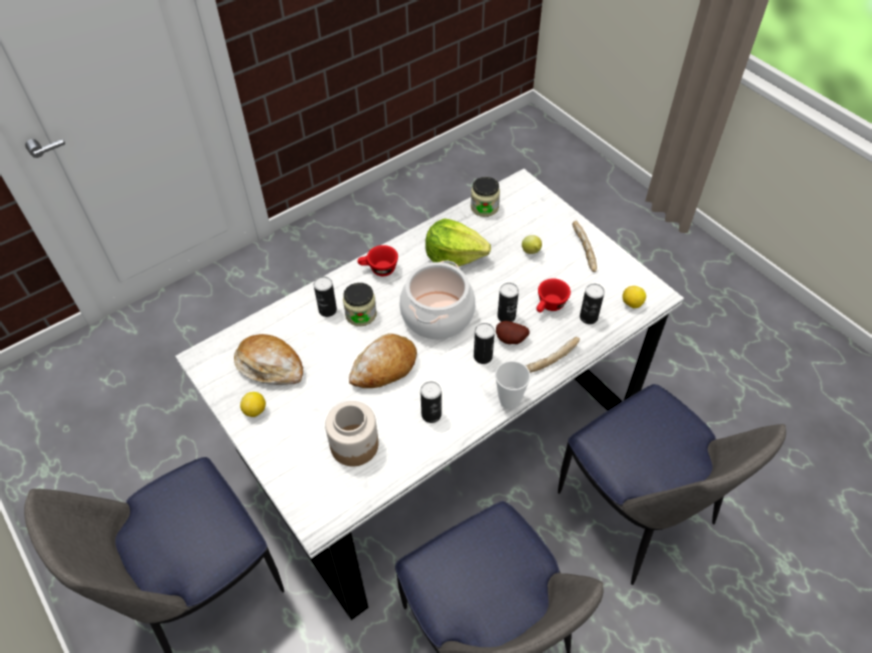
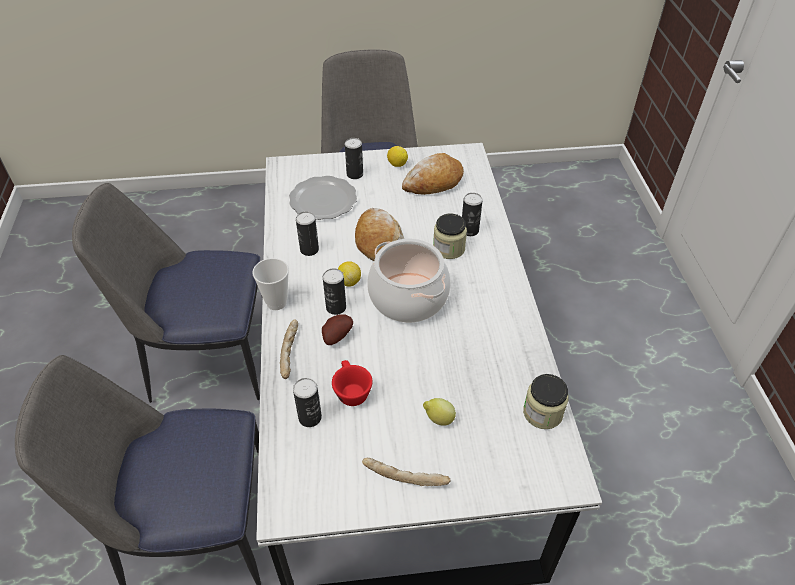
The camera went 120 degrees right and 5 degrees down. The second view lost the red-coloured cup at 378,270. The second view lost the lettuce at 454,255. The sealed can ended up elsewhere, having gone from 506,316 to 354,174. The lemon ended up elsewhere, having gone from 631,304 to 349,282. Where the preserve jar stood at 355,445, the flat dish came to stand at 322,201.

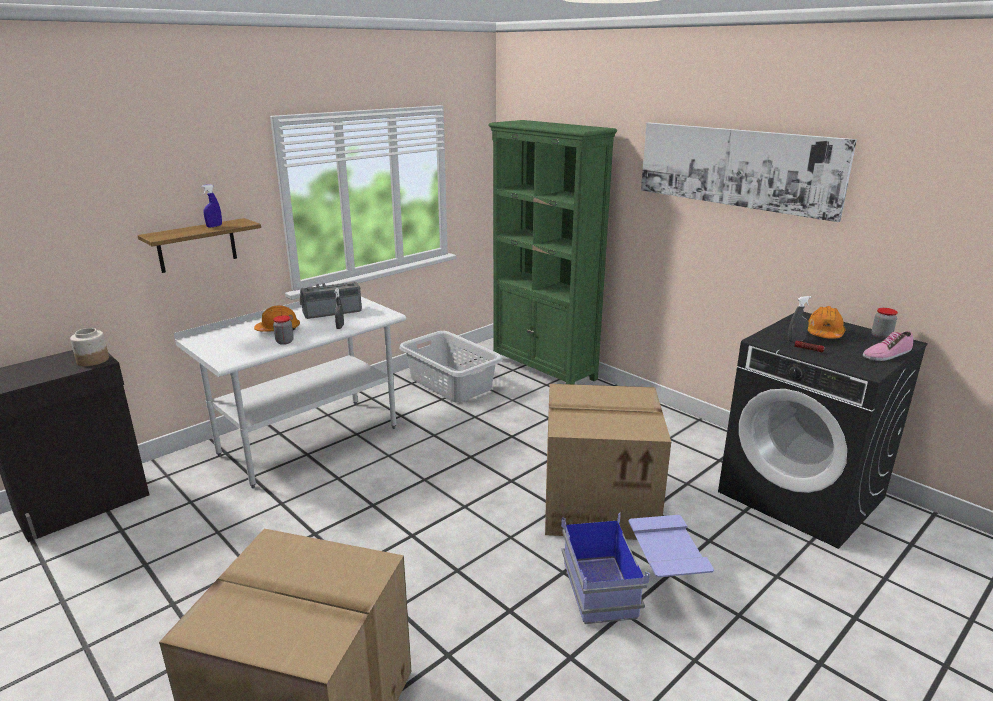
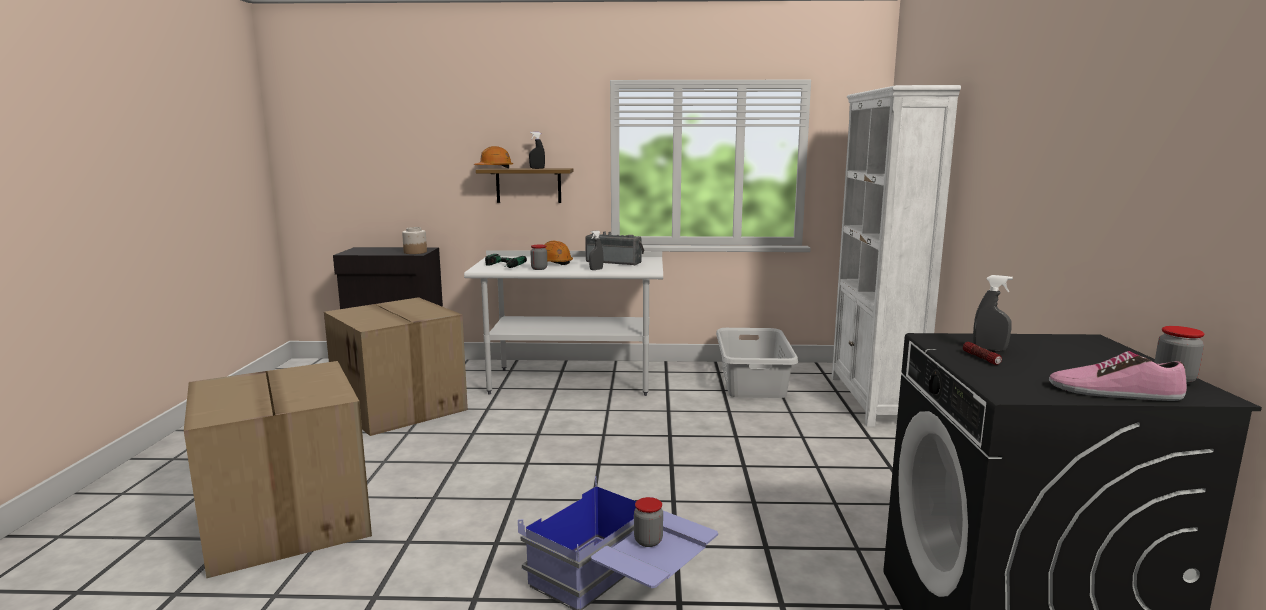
The camera went 45 degrees right and 10 degrees down. The second view lost the wall picture at 736,167. The second view gained the electric drill at 501,266. The second view gained the preserve jar at 648,541. The cardboard box ended up elsewhere, having gone from 600,502 to 402,408. The orange safety helmet ended up elsewhere, having gone from 823,333 to 494,168. What was the bluish hand sprayer at 214,226 turned into the black-coloured hand sprayer at 537,168. What was the greenish bookcase at 544,369 turned into the white-coloured bookcase at 874,400.

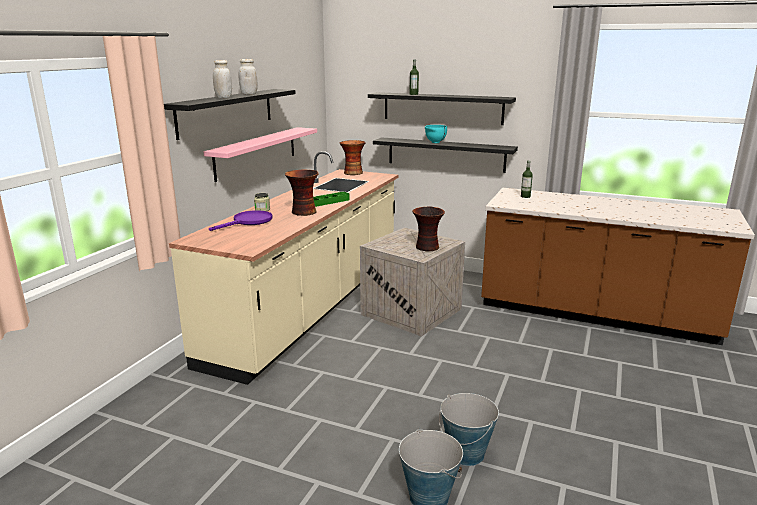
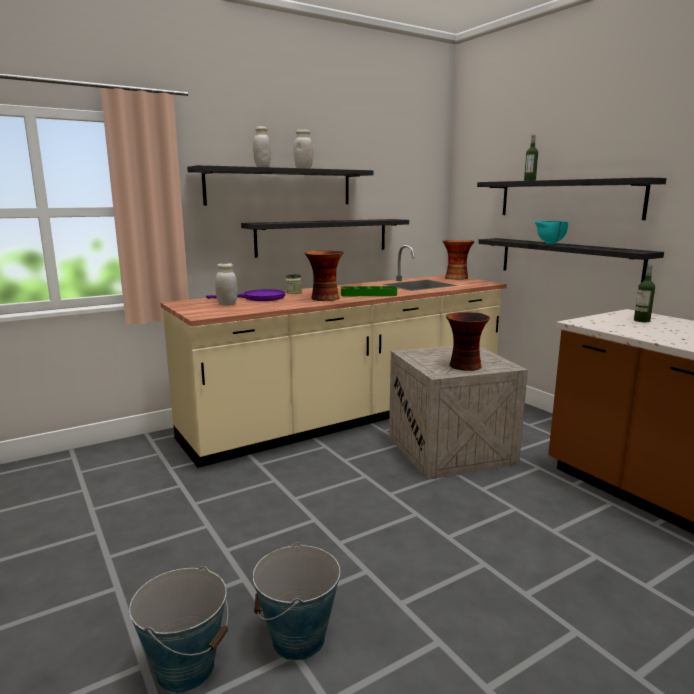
The camera went 35 degrees right and 5 degrees down. The second view gained the white-coloured preserve jar at 227,304. What was the pink-coloured bracket shelf at 256,152 turned into the black-coloured bracket shelf at 323,237.

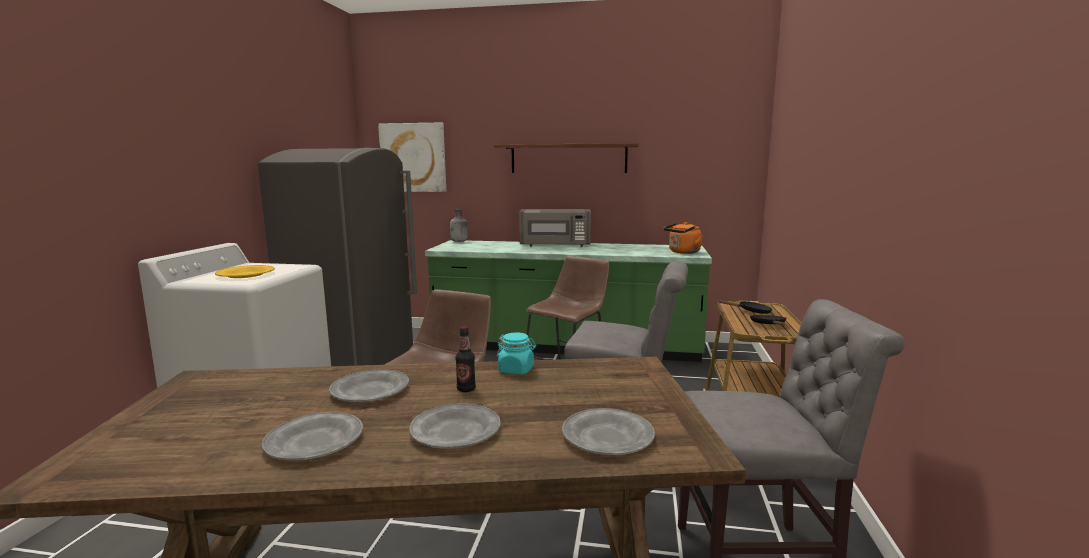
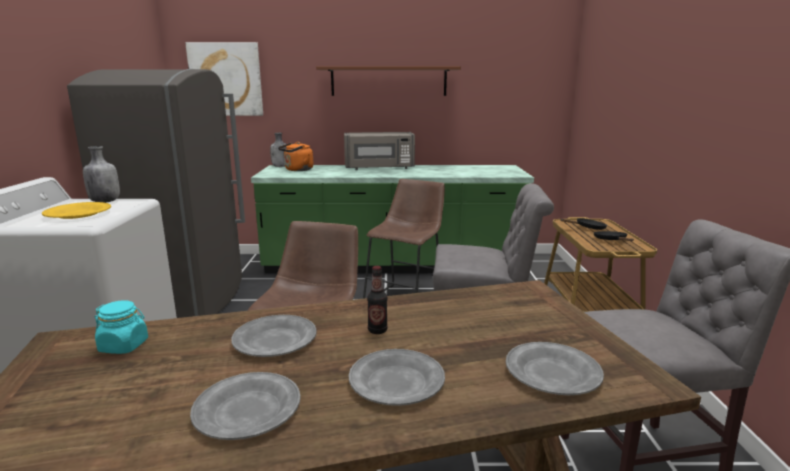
The camera went 10 degrees left and 5 degrees up. The second view gained the grey drink bottle at 105,201. The blue-green preserve jar ended up elsewhere, having gone from 516,370 to 124,346. The orange kettle ended up elsewhere, having gone from 683,252 to 297,170.

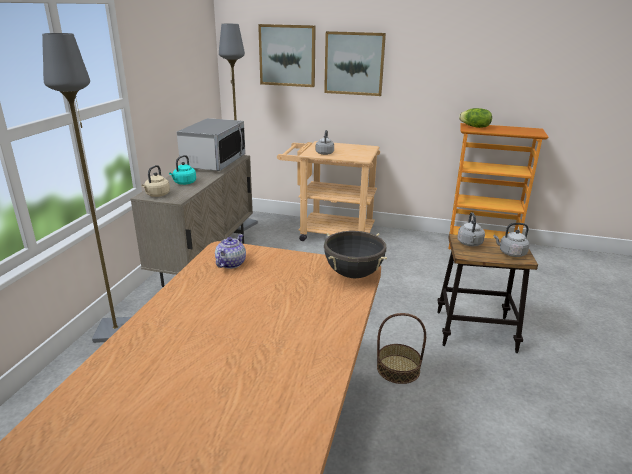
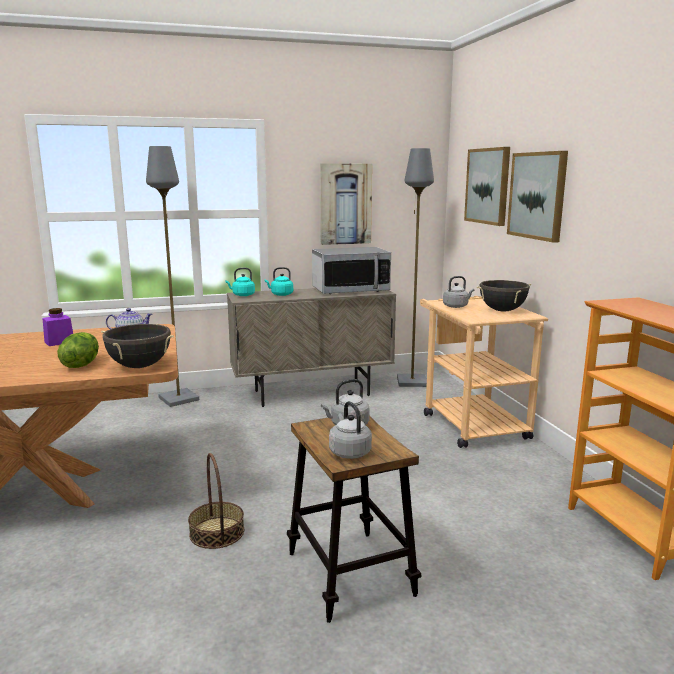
The camera went 60 degrees right and 10 degrees down. The second view gained the purplish preserve jar at 59,342. The second view gained the wall picture at 345,204. The second view gained the black-coloured stockpot at 502,310. The lettuce ended up elsewhere, having gone from 475,127 to 81,364. What was the beige-coloured kettle at 157,195 turned into the blue-green kettle at 242,295.

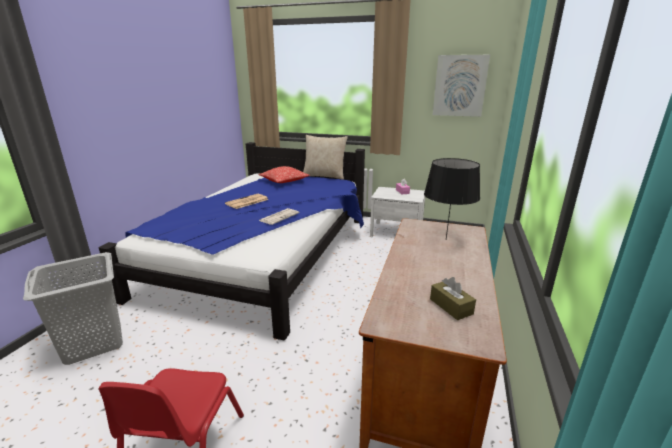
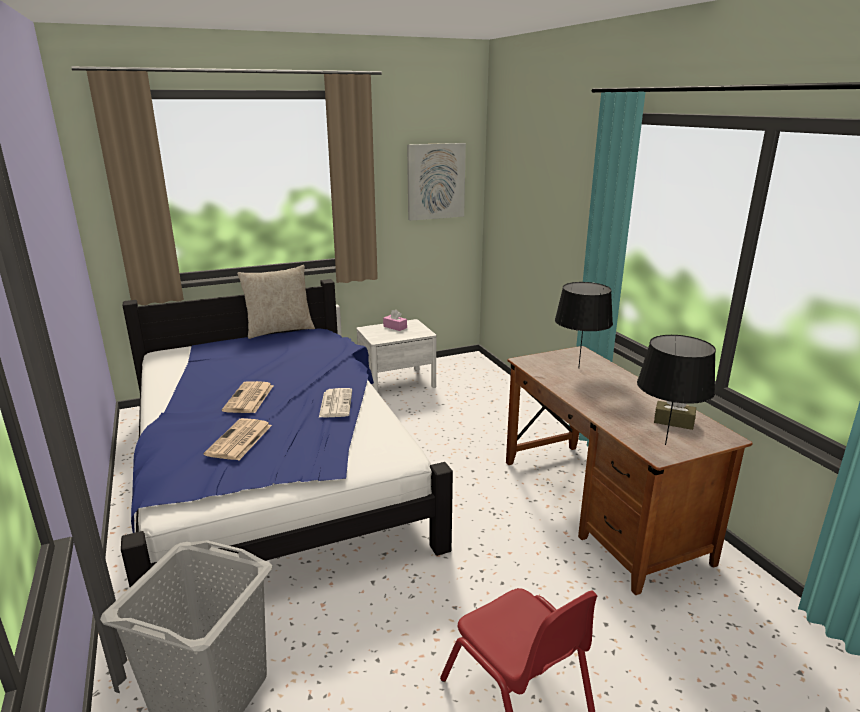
The camera went 40 degrees left and 0 degrees up. The second view lost the pillow at 284,181. The second view gained the daily paper at 239,440. The second view gained the black-coloured table lamp at 665,444.

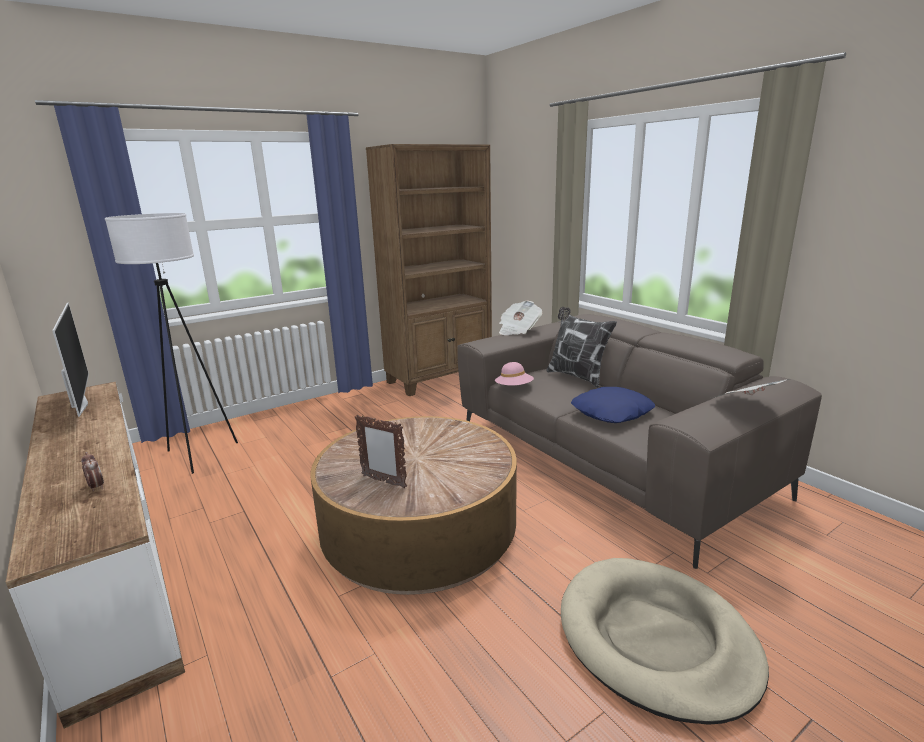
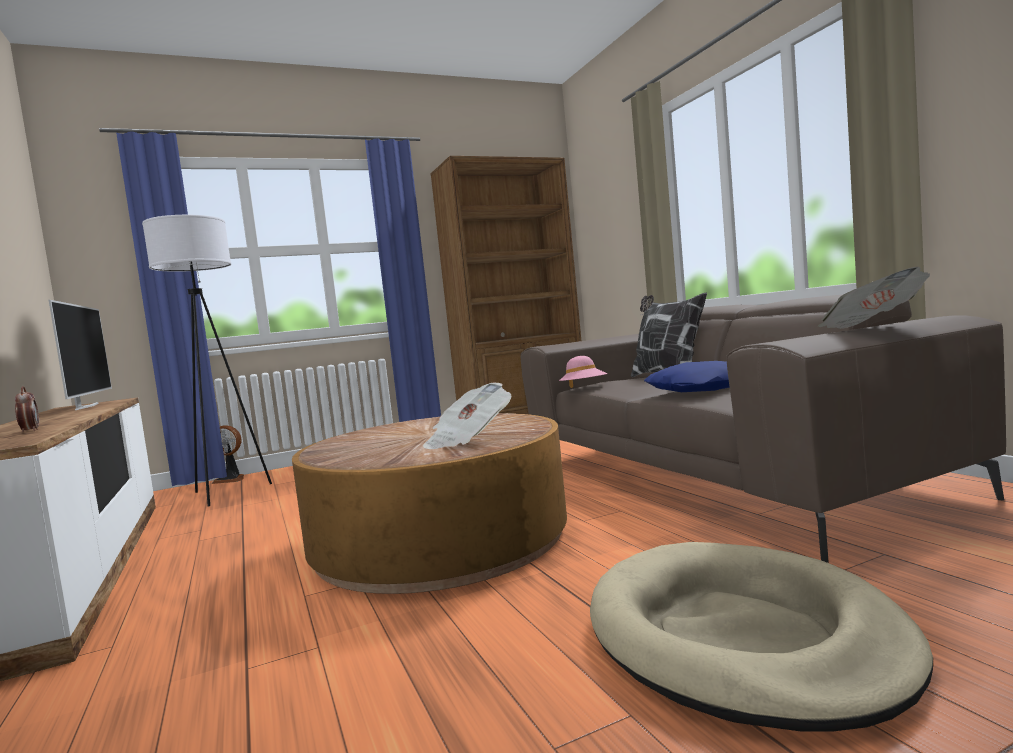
The camera went 10 degrees right and 15 degrees down. The second view lost the picture frame at 383,481. The second view gained the cooling fan at 231,479. The daily paper ended up elsewhere, having gone from 518,330 to 468,440.

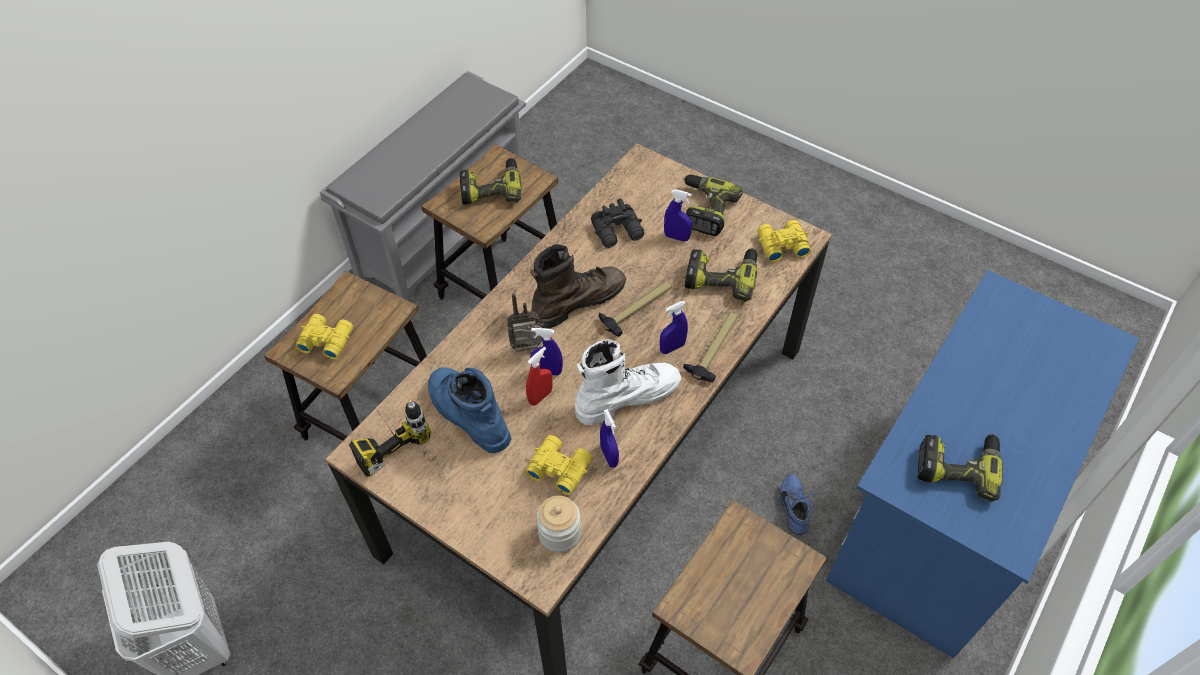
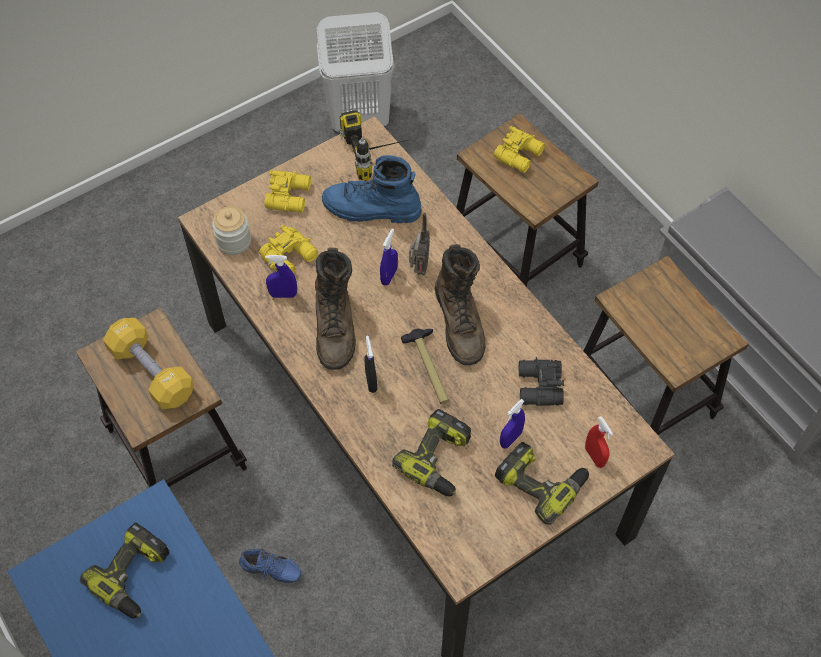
The camera went 110 degrees right and 5 degrees up. The second view lost the electric drill at 491,188. The second view lost the hand hammer at 714,348. The second view gained the yellow free weight at 152,372. The red-coloured hand sprayer ended up elsewhere, having gone from 540,396 to 594,456. The yellow binoculars ended up elsewhere, having gone from 781,245 to 290,196. What was the white-coloured tall boot at 627,396 turned into the brownish tall boot at 335,327. What was the bluish hand sprayer at 672,348 turned into the black-coloured hand sprayer at 371,381. The bluish tall boot at 467,415 ended up facing another way, 150 degrees counterclockwise from before.

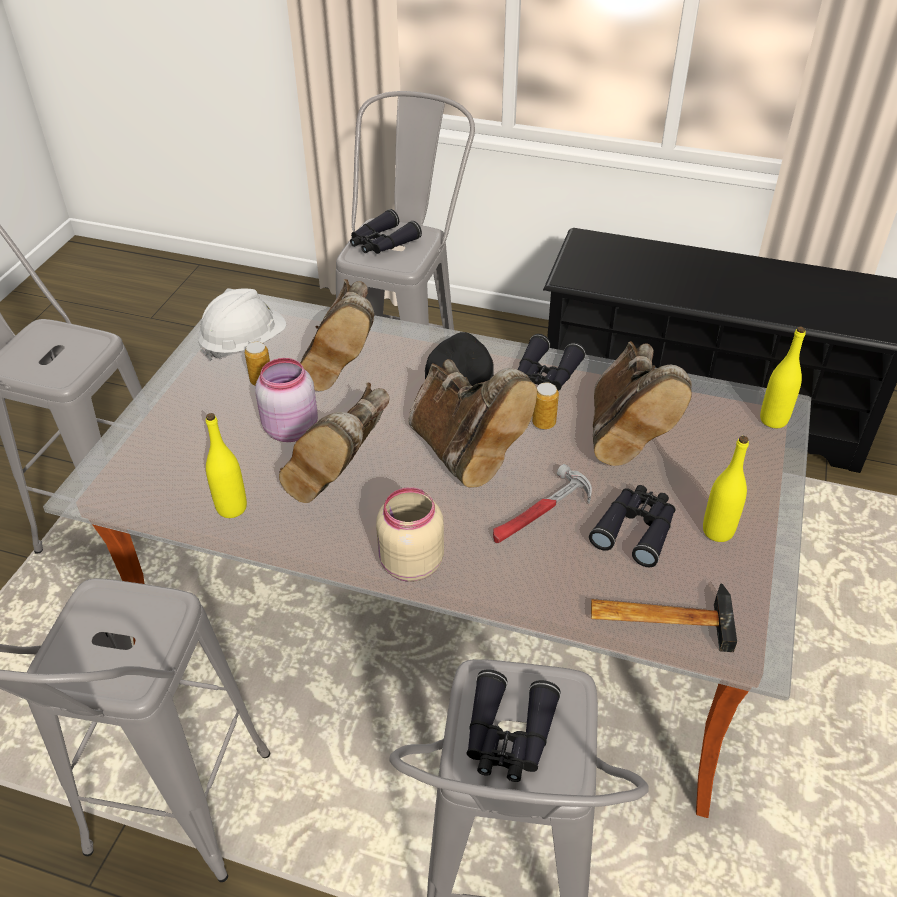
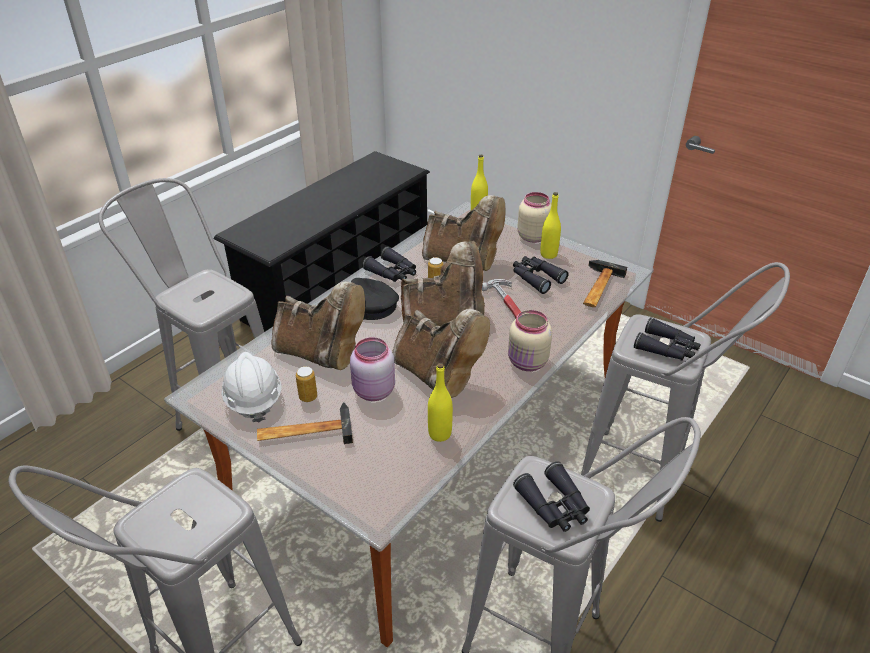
The camera went 70 degrees left and 5 degrees down. The second view gained the hand hammer at 304,431. The second view gained the beige-coloured preserve jar at 532,236. The black-coloured binoculars ended up elsewhere, having gone from 382,243 to 554,506.

